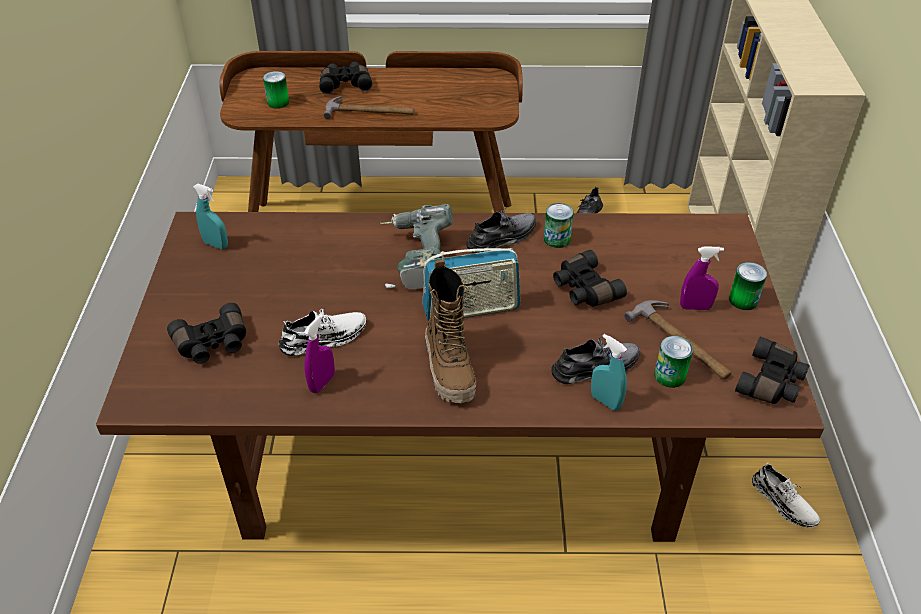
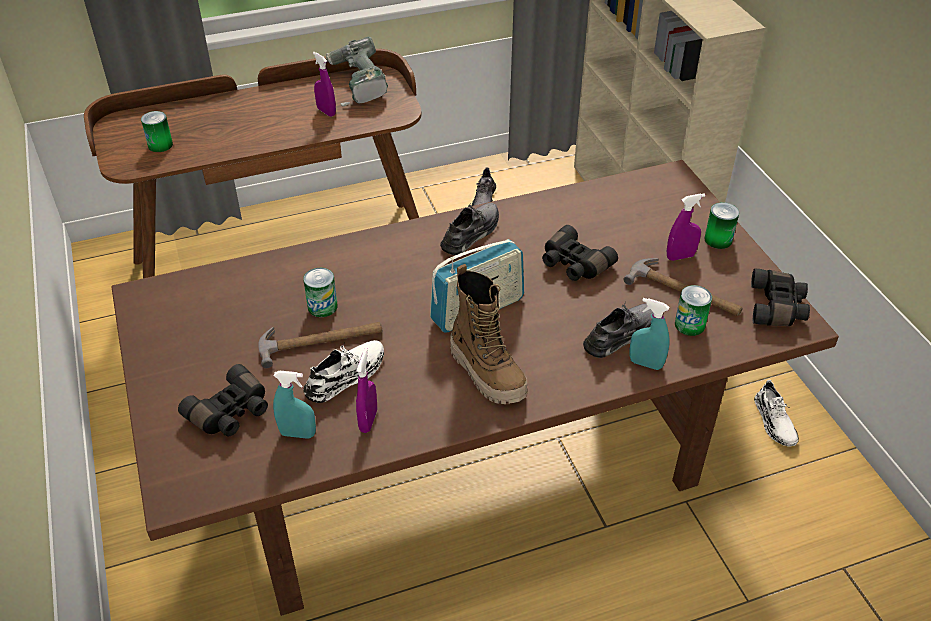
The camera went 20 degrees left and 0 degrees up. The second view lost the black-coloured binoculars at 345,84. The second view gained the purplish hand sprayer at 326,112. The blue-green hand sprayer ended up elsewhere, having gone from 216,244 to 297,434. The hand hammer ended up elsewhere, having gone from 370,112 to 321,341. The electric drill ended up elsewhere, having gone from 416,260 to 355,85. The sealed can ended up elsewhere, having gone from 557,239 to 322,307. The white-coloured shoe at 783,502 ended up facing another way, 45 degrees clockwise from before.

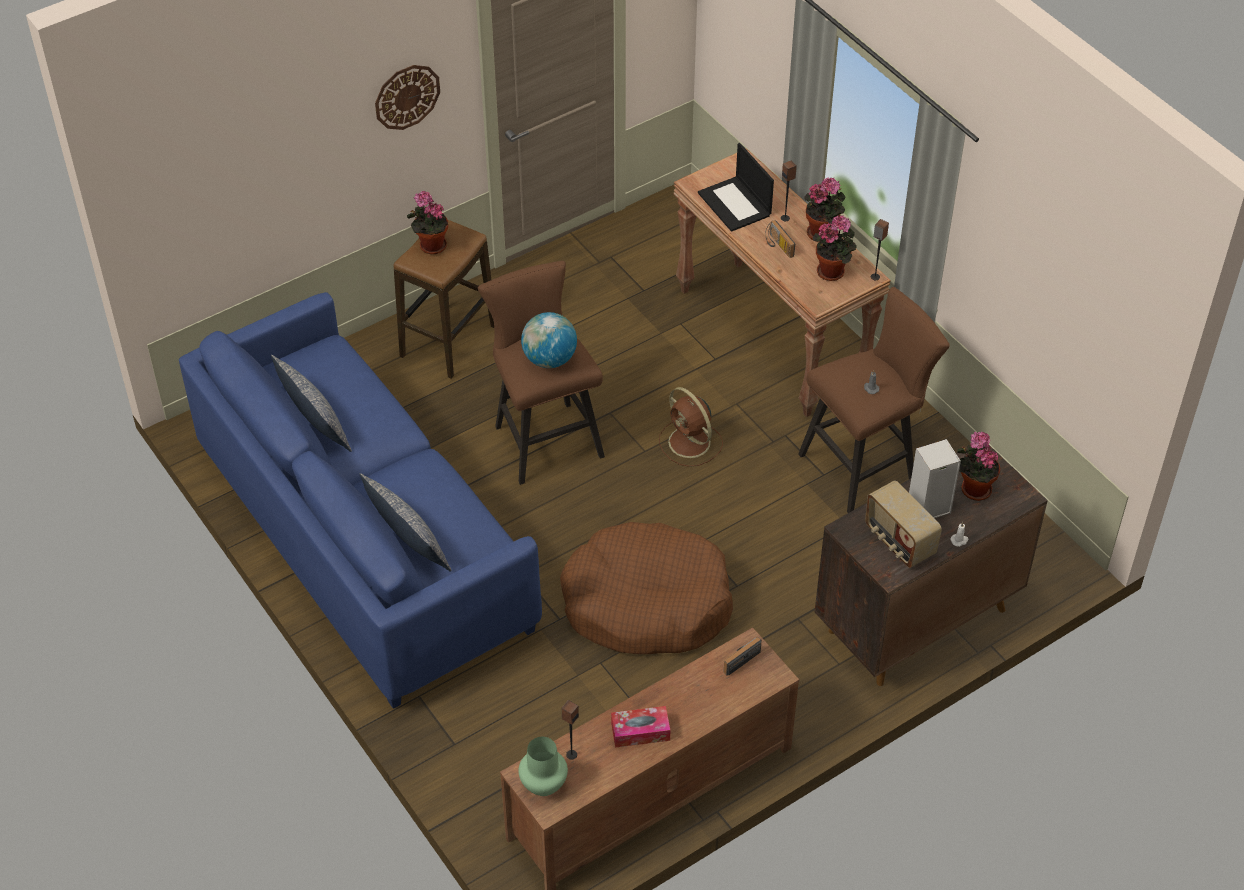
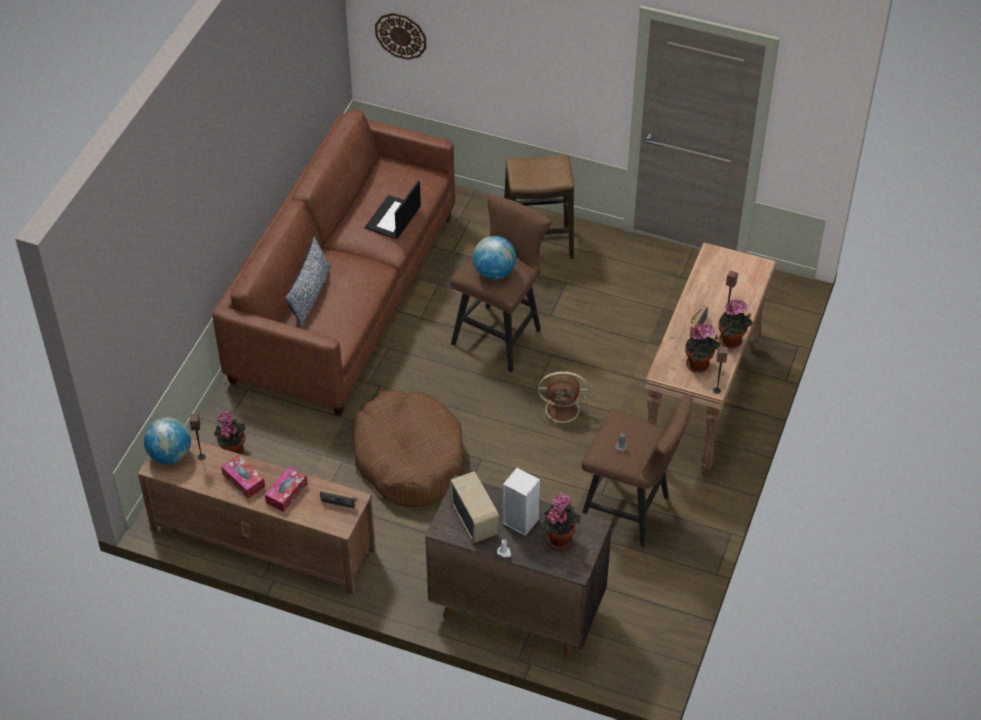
The camera went 55 degrees right and 0 degrees up. The second view lost the pillow at 314,419. The second view gained the box of tissues at 286,493. The wall clock ended up elsewhere, having gone from 407,96 to 401,35. The plant in a pot ended up elsewhere, having gone from 430,246 to 232,451. The notebook computer ended up elsewhere, having gone from 735,204 to 393,218. Where the greenish decorative vase stood at 543,783, the desk globe came to stand at 170,455. What was the bluish couch at 364,538 turned into the brownish couch at 344,296. The brownish cooling fan at 690,443 ended up facing another way, 105 degrees counterclockwise from before. The radio set at 898,541 ended up facing another way, 135 degrees clockwise from before.

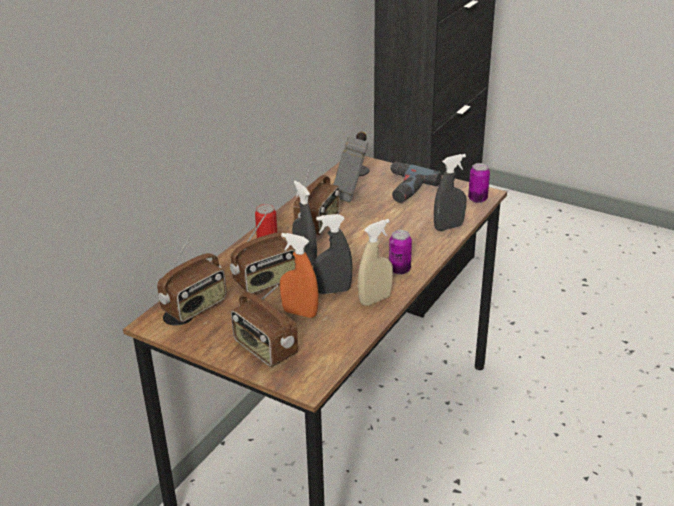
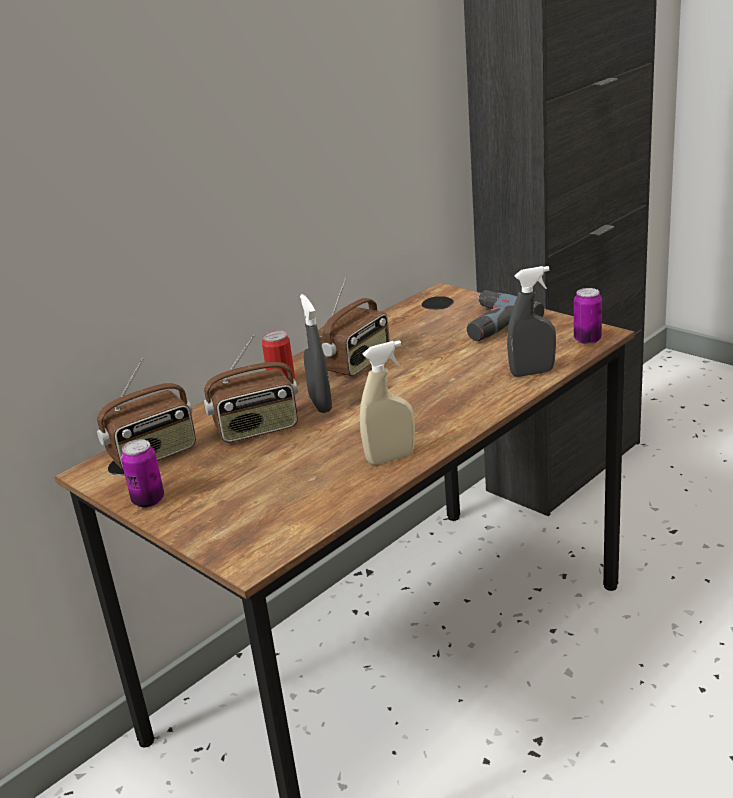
The camera went 15 degrees right and 5 degrees down. The second view lost the radio set at 264,349. The second view lost the orange hand sprayer at 300,313. The second view lost the grey hand sprayer at 333,291. The second view lost the hand hammer at 354,177. The sealed can ended up elsewhere, having gone from 399,270 to 148,500.

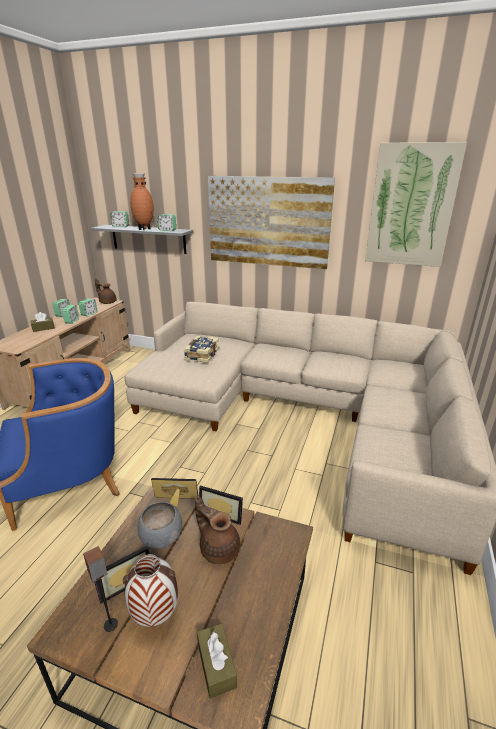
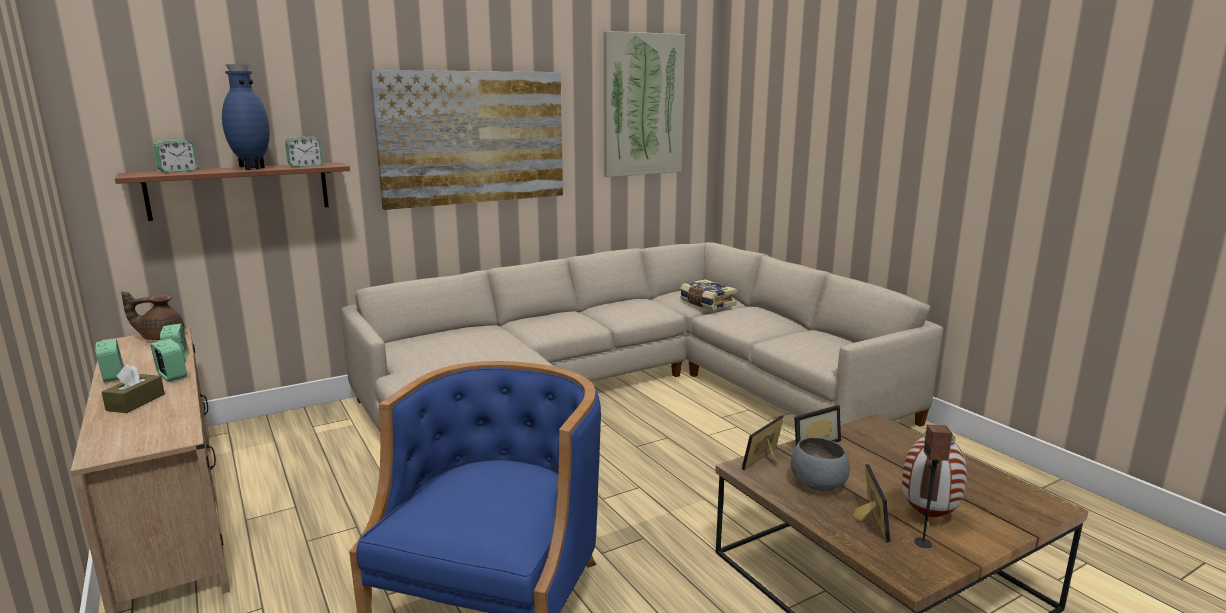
The camera went 50 degrees left and 10 degrees down. The second view lost the brownish teapot at 218,548. The second view lost the brownish box of tissues at 216,665. The bound book ended up elsewhere, having gone from 201,355 to 707,304. What was the grey bracket shelf at 148,239 turned into the brownish bracket shelf at 239,190. What was the brownish decorative vase at 144,229 turned into the bluish decorative vase at 251,168.

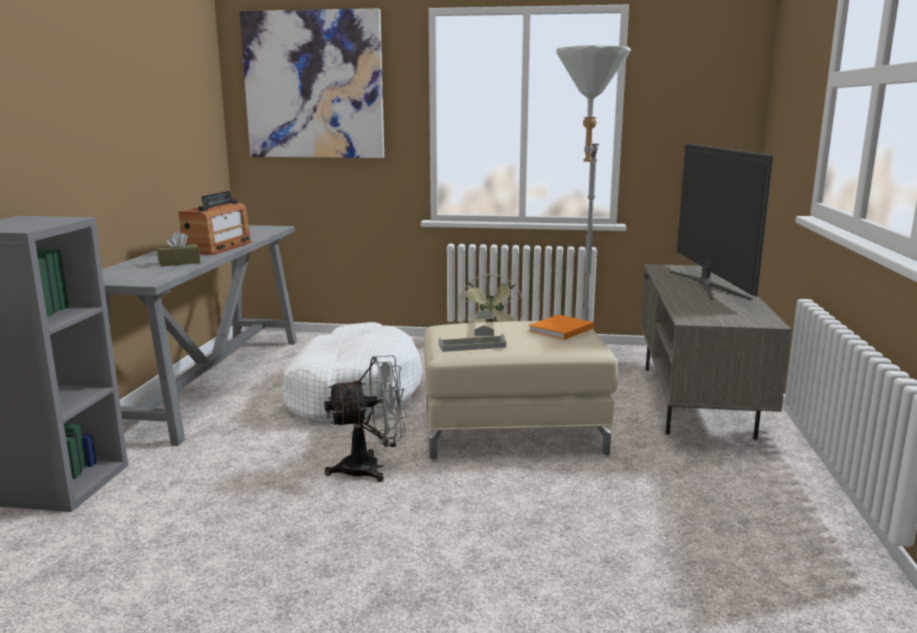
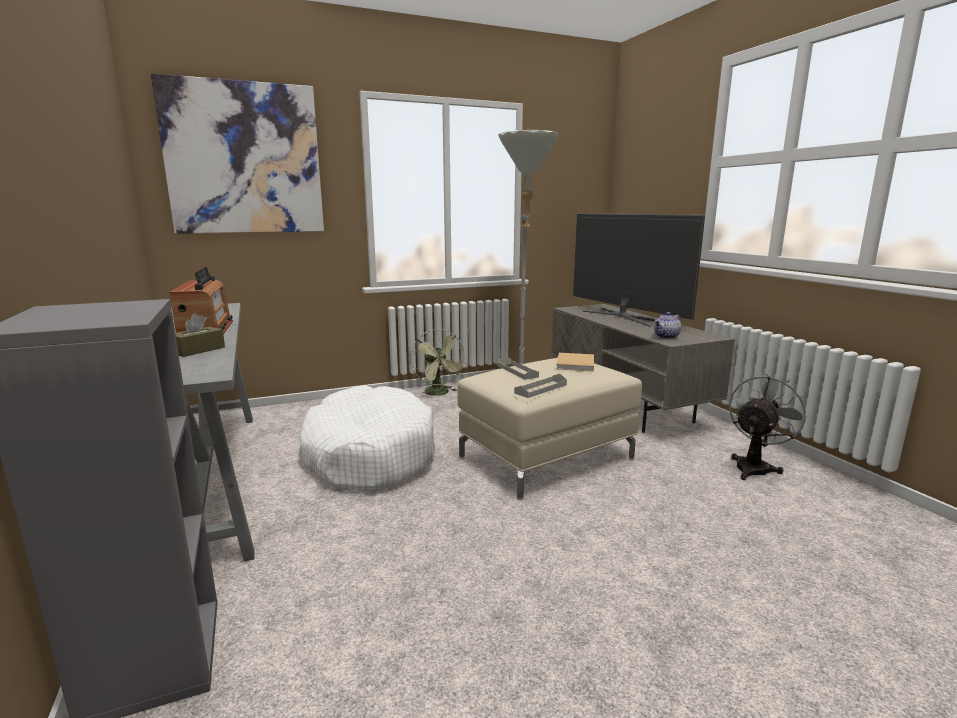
The camera went 30 degrees left and 0 degrees up. The second view gained the teapot at 666,337. The grey cooling fan ended up elsewhere, having gone from 371,468 to 755,467. What was the orange bound book at 560,330 turned into the beige-coloured bound book at 575,364.

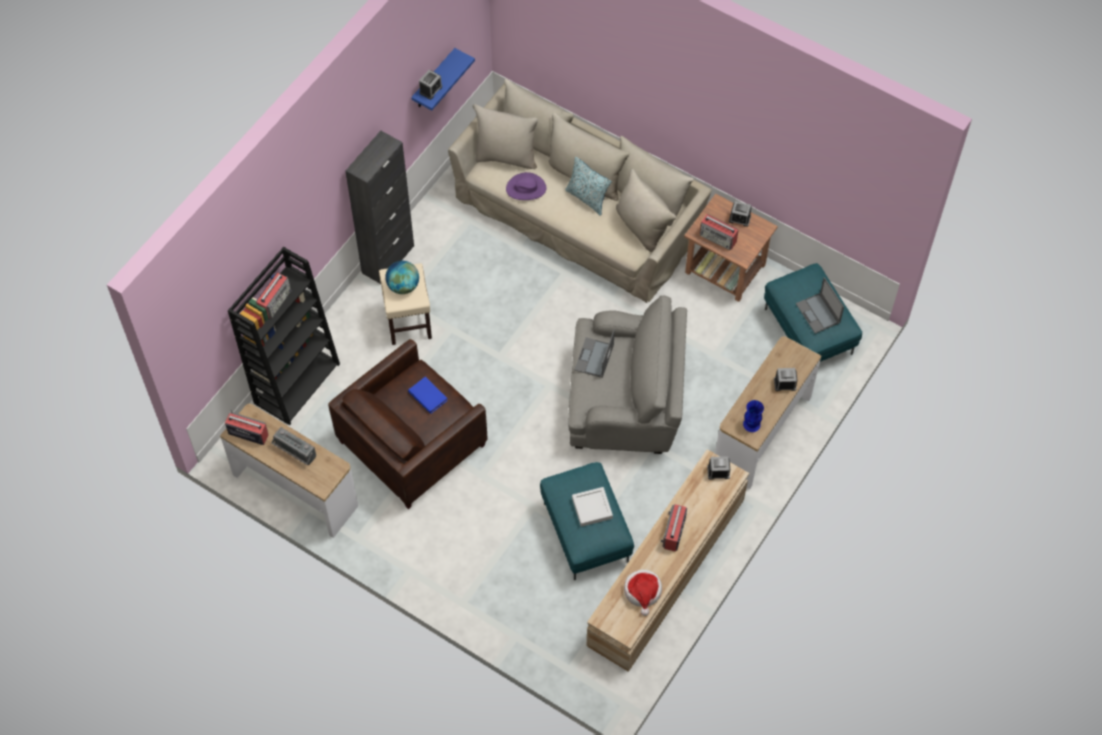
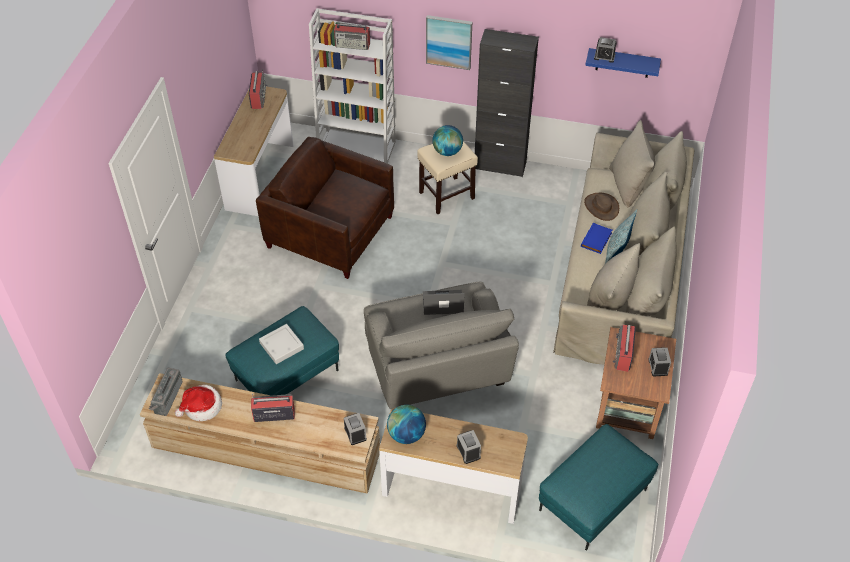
The camera went 70 degrees right and 10 degrees down. The second view lost the notebook computer at 818,313. The second view gained the wall picture at 449,41. The radio set ended up elsewhere, having gone from 294,452 to 166,397. The bluish bound book ended up elsewhere, having gone from 428,396 to 597,240. Where the bluish decorative vase stood at 751,424, the desk globe came to stand at 406,434. What was the black-coloured bookcase at 297,382 turned into the white-coloured bookcase at 357,148. What was the purplish wearable hat at 526,188 turned into the brownish wearable hat at 601,207.

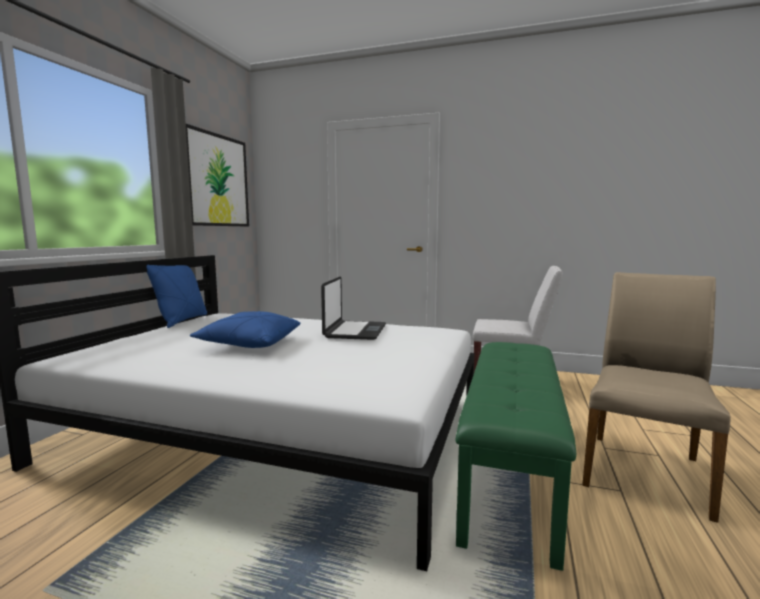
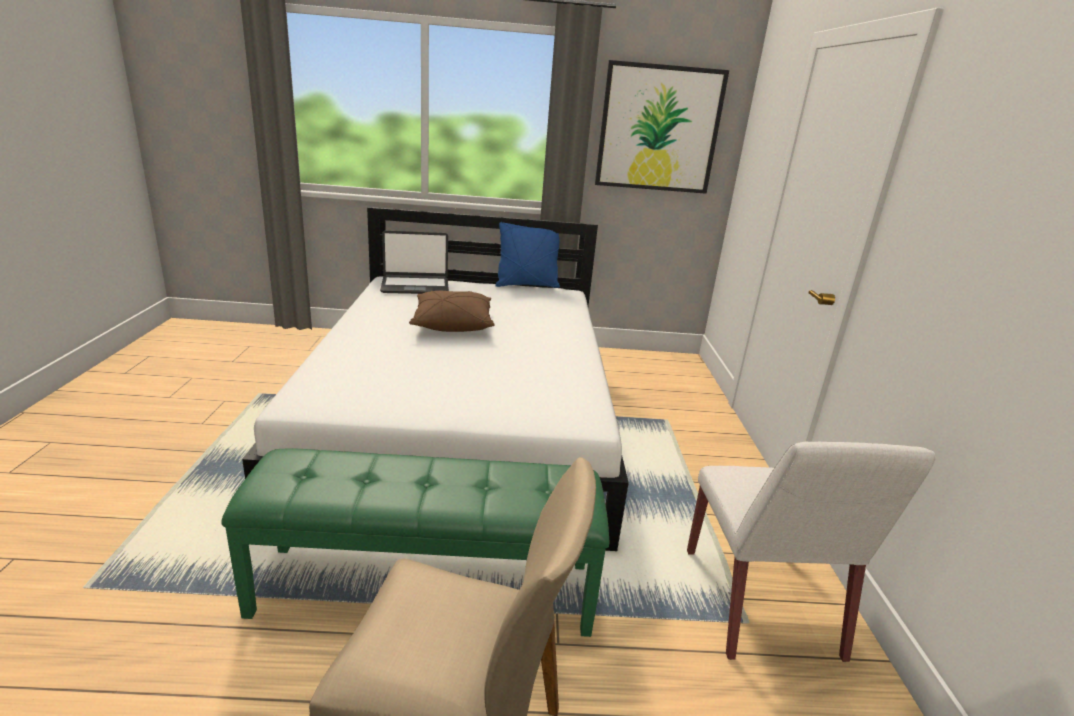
The camera went 70 degrees right and 15 degrees up. The notebook computer ended up elsewhere, having gone from 355,331 to 415,286. What was the bluish pillow at 249,344 turned into the brownish pillow at 452,324.

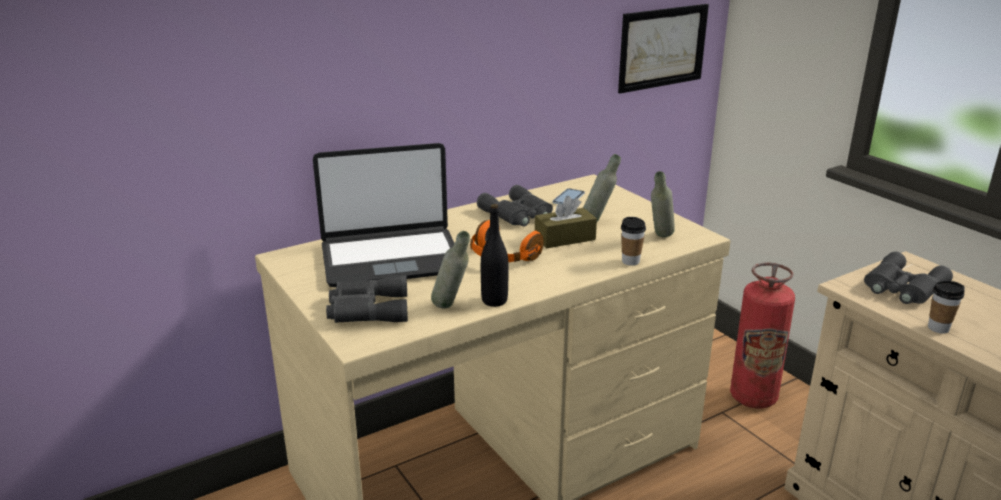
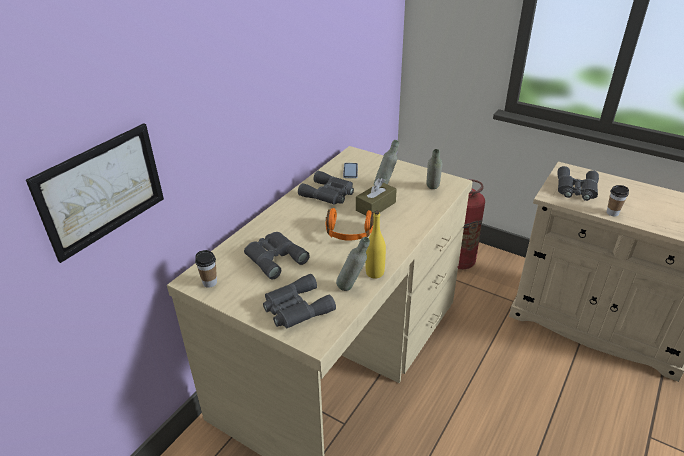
The camera went 25 degrees left and 10 degrees up. The wall picture ended up elsewhere, having gone from 662,47 to 102,190. The cup ended up elsewhere, having gone from 630,261 to 210,283. Where the notebook computer stood at 391,258, the grey binoculars came to stand at 274,257. What was the black-coloured drink bottle at 494,301 turned into the yellow drink bottle at 374,273.

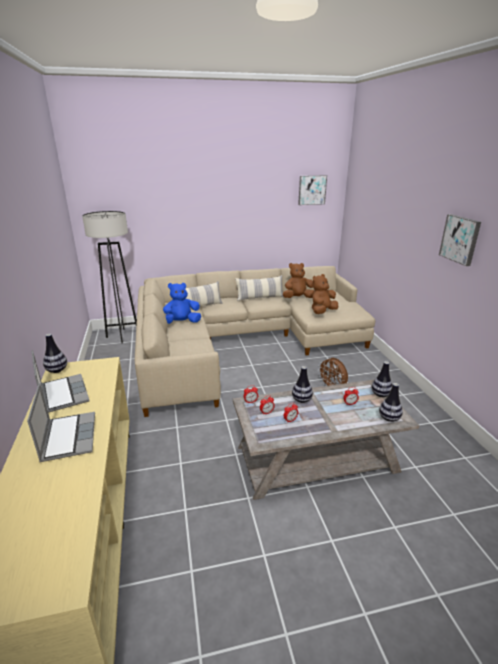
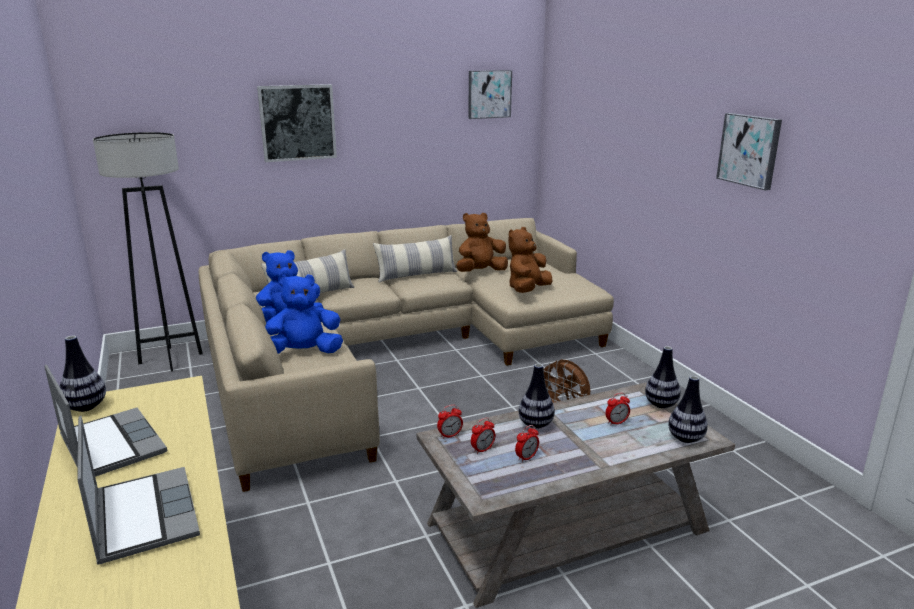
The camera went 10 degrees left and 5 degrees down. The second view gained the wall picture at 297,122. The second view gained the bluish soft toy at 304,353.

